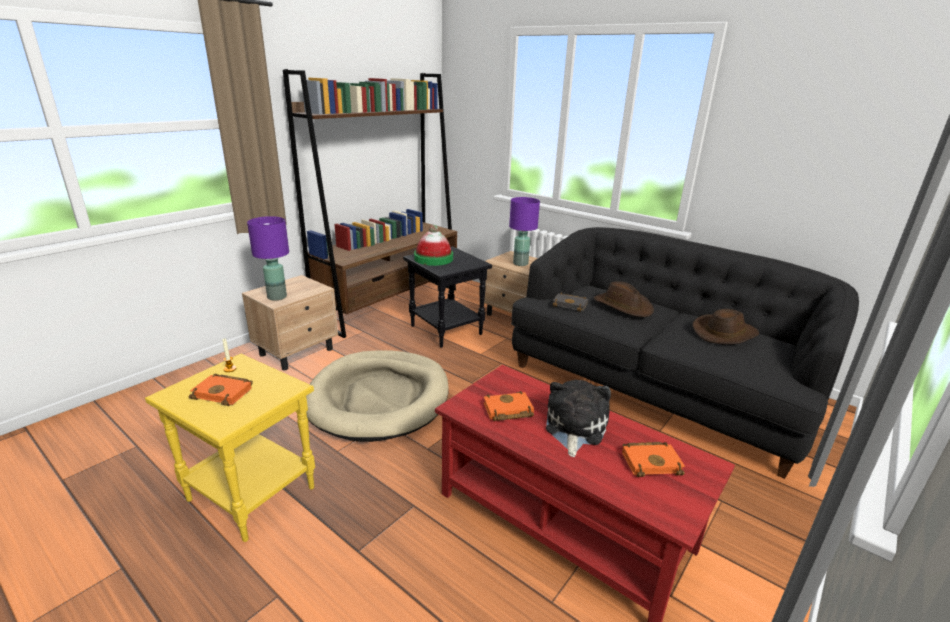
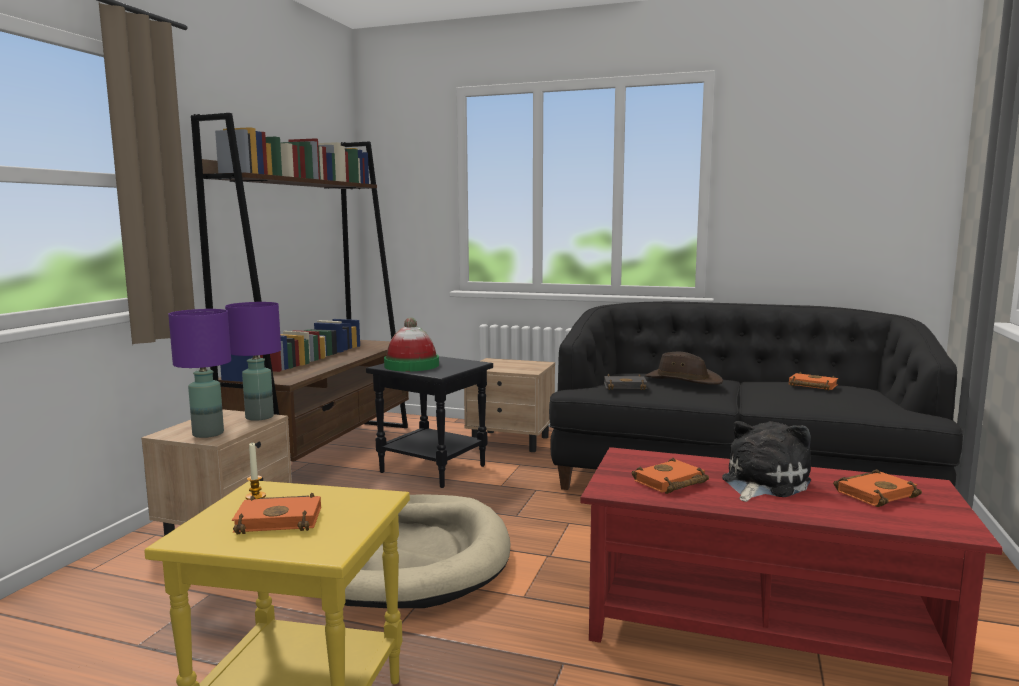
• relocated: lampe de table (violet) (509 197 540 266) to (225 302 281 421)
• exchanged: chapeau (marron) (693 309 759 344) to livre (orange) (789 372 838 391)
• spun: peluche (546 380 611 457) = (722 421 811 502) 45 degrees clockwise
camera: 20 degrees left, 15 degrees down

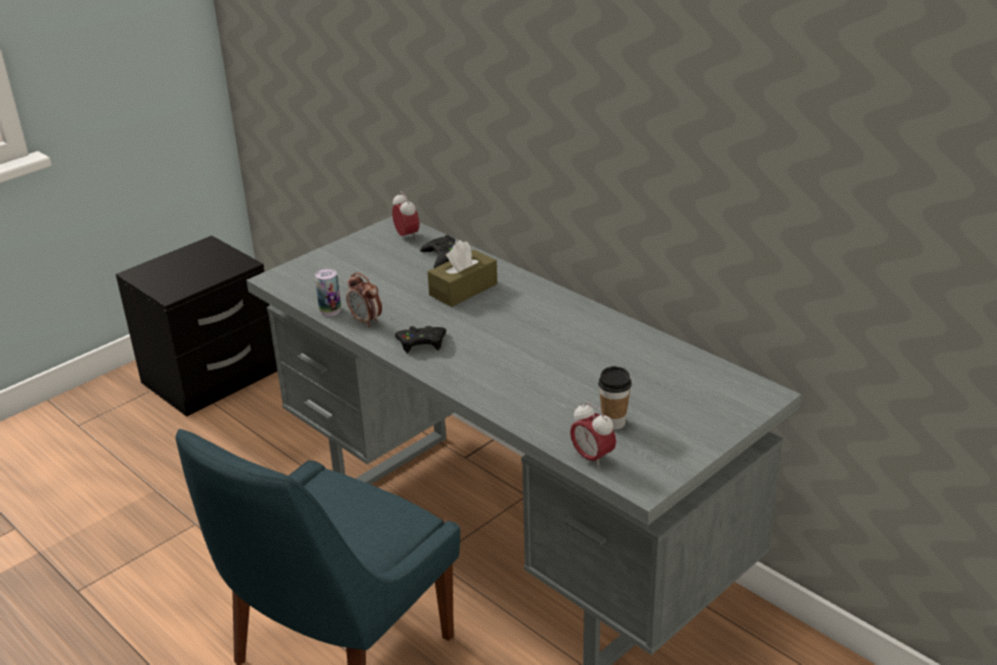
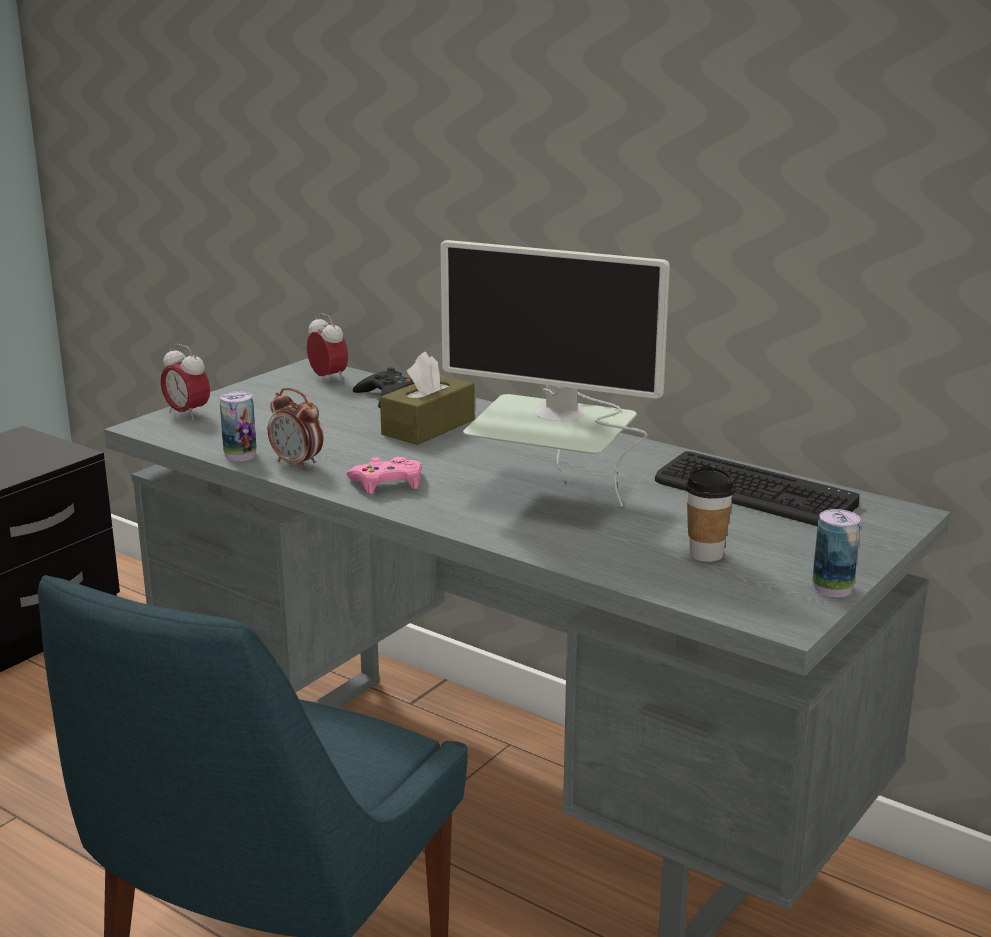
• appeared: écran d'ordinateur (440 240 670 507)
• appeared: clavier (655 451 860 526)
• appeared: boîte métallique (812 509 861 597)
• relocated: réveil (570 402 616 469) to (161 344 210 420)
• colour: manette (noir) (395 326 446 353) to manette (rose) (346 457 422 494)
camera: 10 degrees left, 10 degrees down

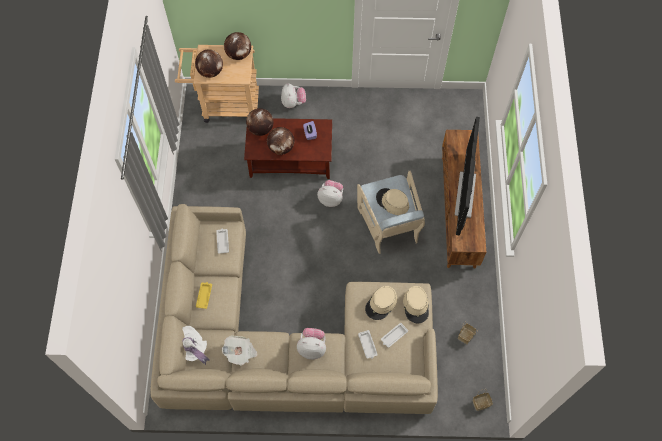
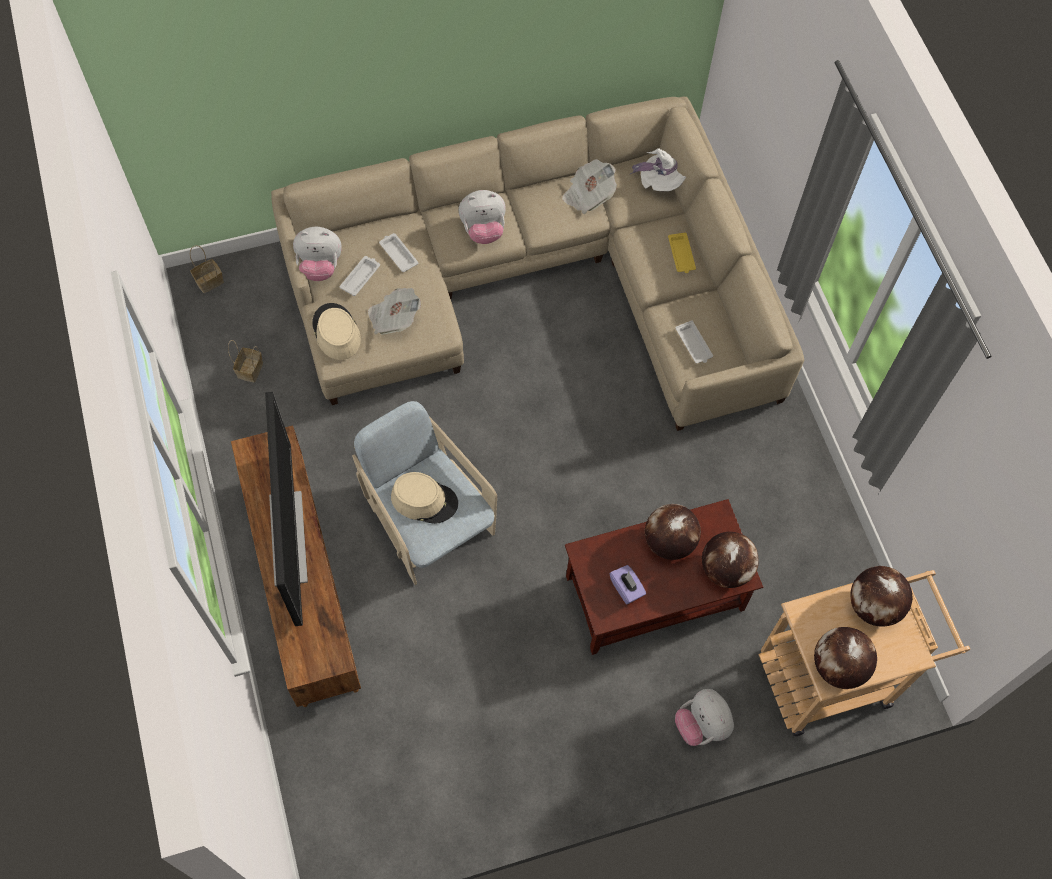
• relocated: peluche (317 180 343 207) to (293 227 342 281)
• exchanged: chapeau (beige) (365 286 397 320) to journal (368 288 421 335)
camera: 160 degrees right, 0 degrees up

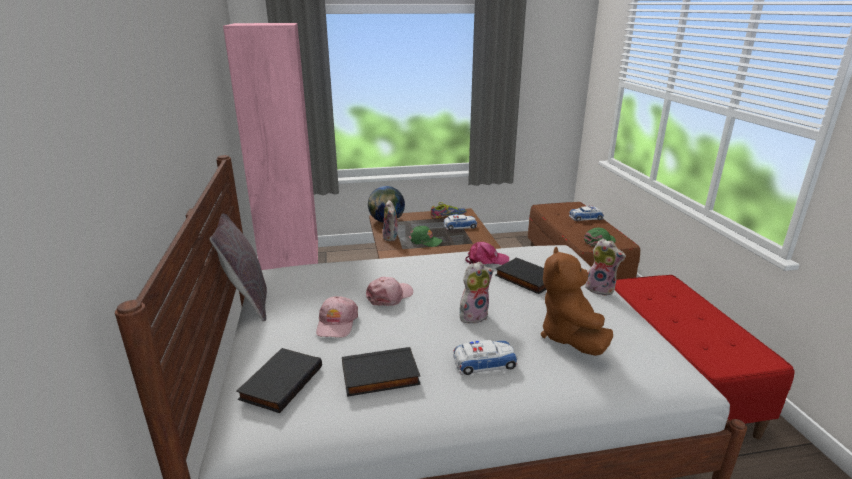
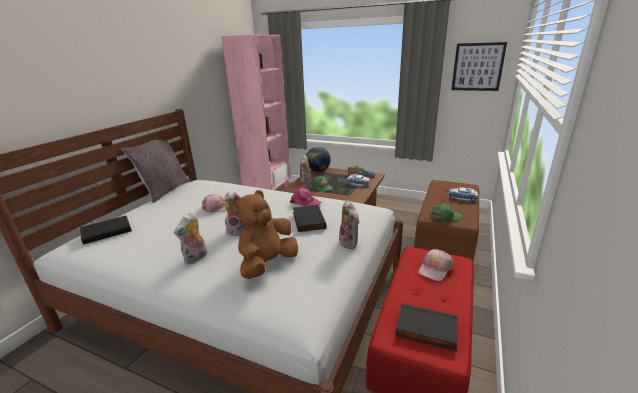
• appeared: tableau (451 42 507 91)
• relocated: casquette (rose) (316 296 358 338) to (419 249 454 281)
• relocated: livre (noir) (342 347 421 397) to (395 303 458 351)
• exchanged: petite voiture (453 340 518 375) to peluche (174 212 207 264)
camera: 35 degrees right, 0 degrees up

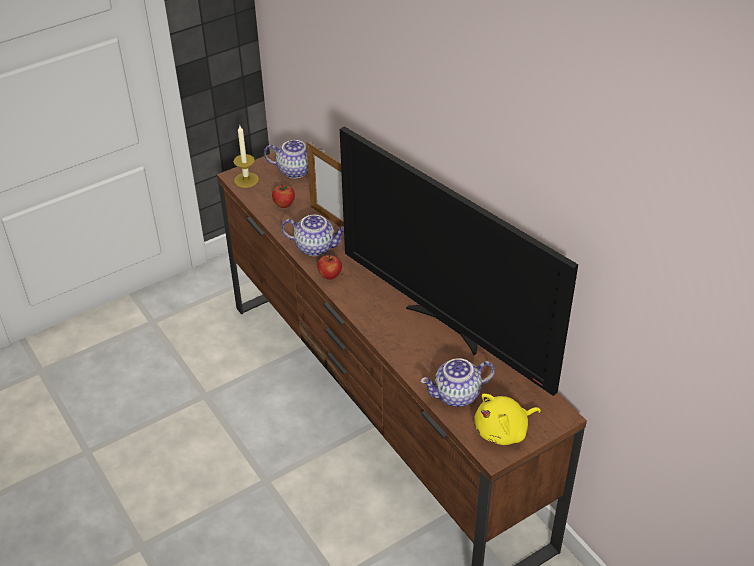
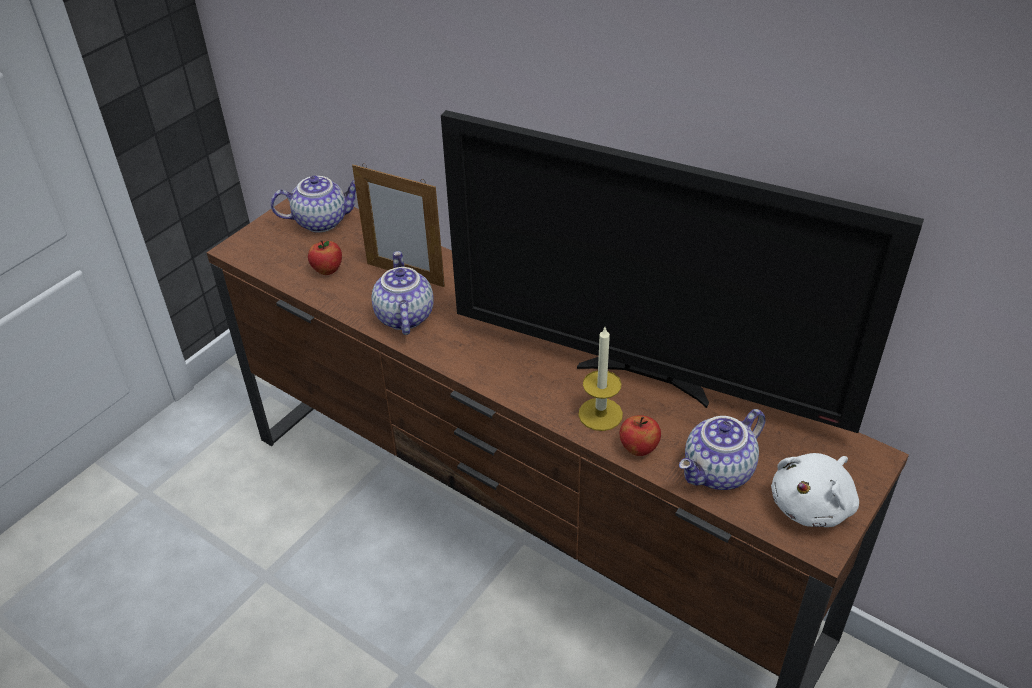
• relocated: bougie (233 126 259 188) to (578 327 623 431)
• relocated: pomme (317 255 342 280) to (619 415 661 456)
• colour: peluche (jaune) (474 394 541 445) to peluche (blanc) (771 453 859 527)
• spun: théière (281 215 344 256) = (371 251 434 335) 90 degrees counterclockwise
camera: 20 degrees left, 0 degrees up

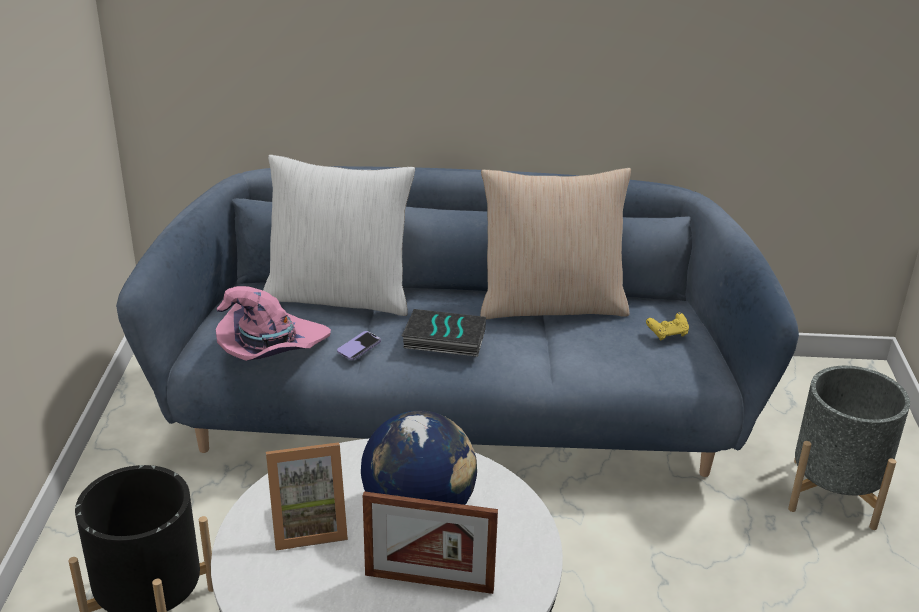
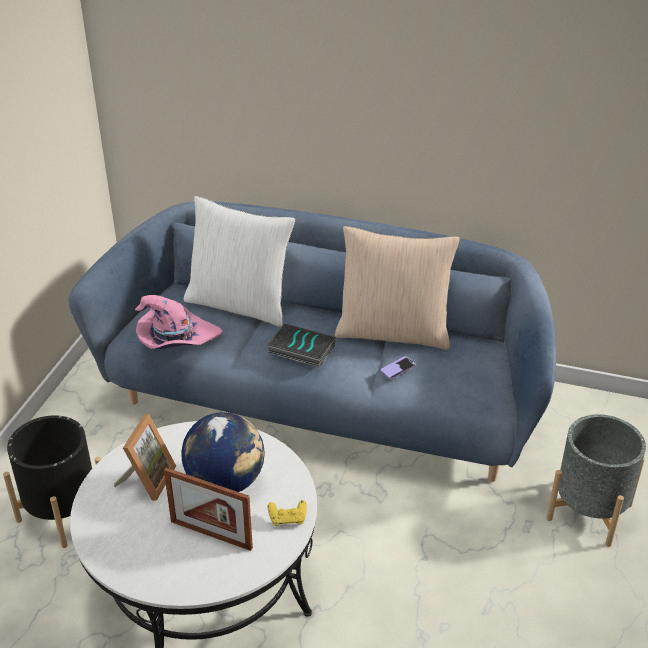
• relocated: téléphone (337 331 381 360) to (381 356 416 380)
• relocated: manette (jaune) (646 313 689 341) to (268 500 307 526)
• spun: cadre photo (266 442 348 551) = (114 414 176 501) 75 degrees counterclockwise
camera: 15 degrees right, 5 degrees up

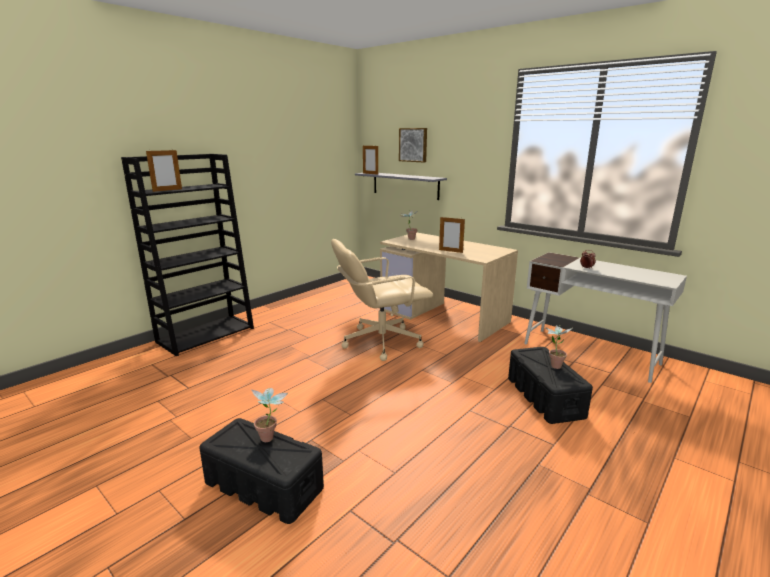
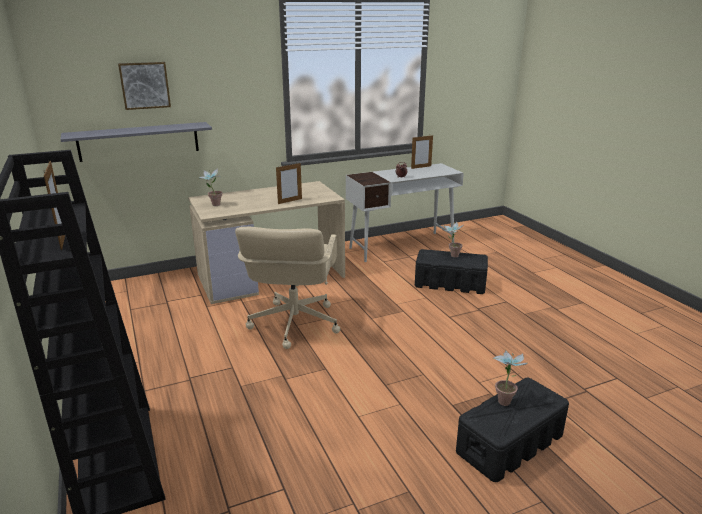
• relocated: cadre photo (363 145 378 175) to (411 135 433 169)
camera: 65 degrees left, 5 degrees up

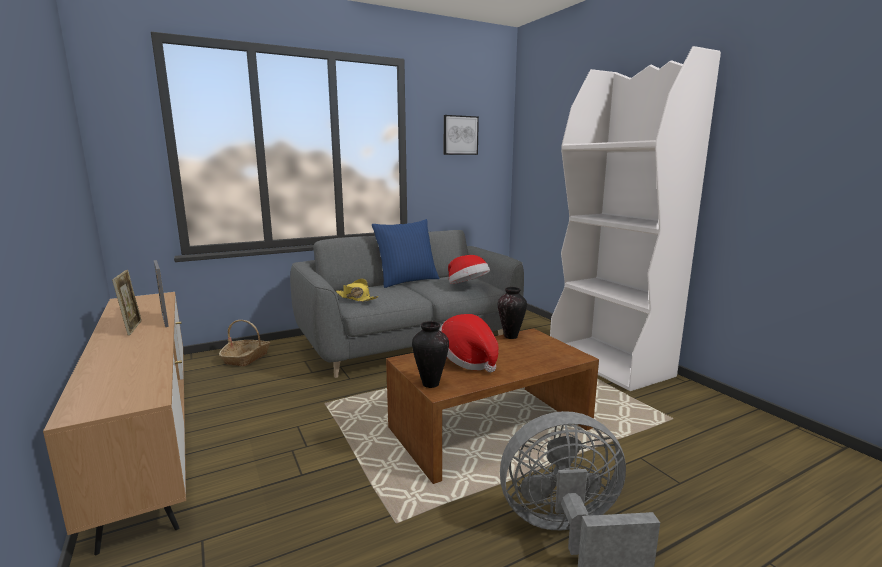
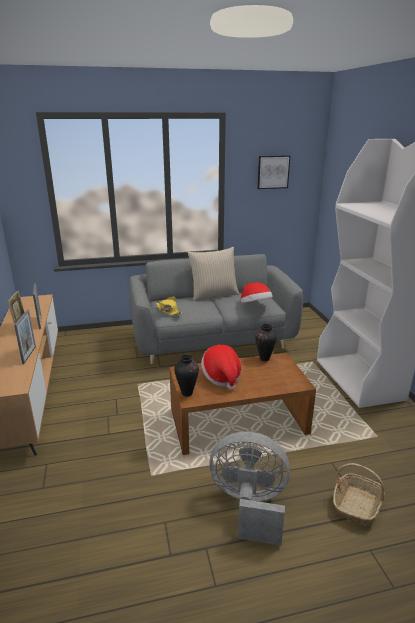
• appeared: cadre photo (14 310 36 364)
• relocated: panier (219 320 271 367) to (333 463 385 527)
• colour: coussin (bleu) (372 219 440 288) to coussin (beige) (188 247 240 301)
camera: 15 degrees right, 10 degrees up

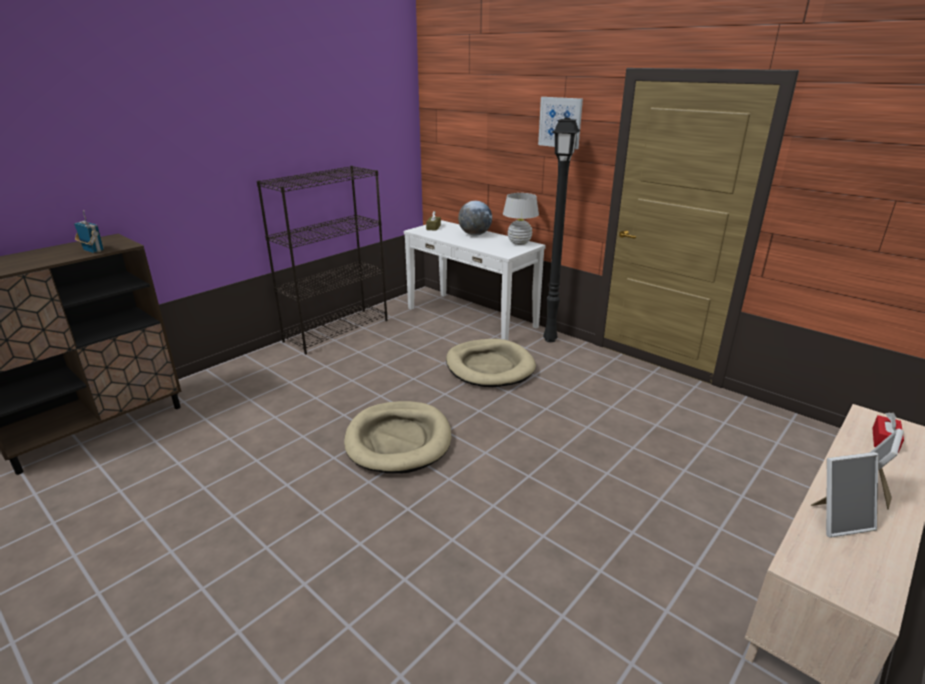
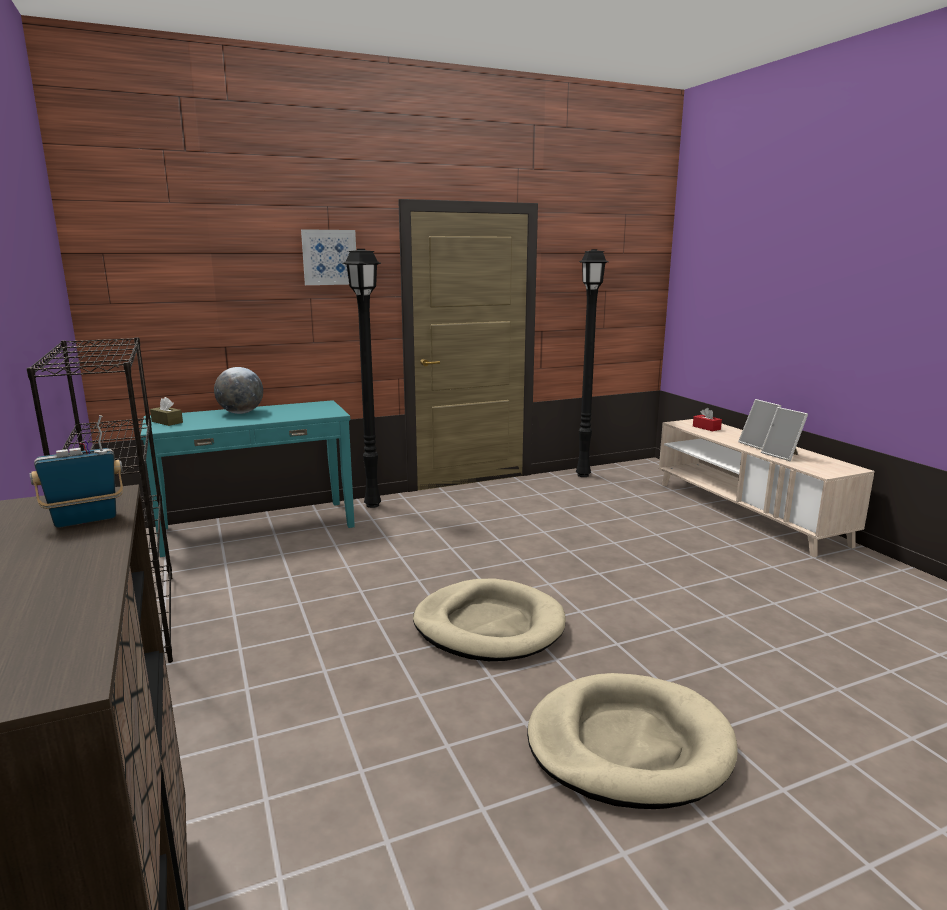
• missing: lampe de table (blanc) (503 193 539 245)
• appeared: lampadaire (noir) (576 249 608 477)
• relocated: panier pour chien (beige) (446 339 536 387) to (527 673 738 809)
• colour: table console (blanc) (404 220 546 340) to table console (turquoise) (141 400 355 557)
• spun: cadre photo (811 452 878 538) = (761 407 808 461) 135 degrees clockwise
camera: 65 degrees left, 10 degrees down

